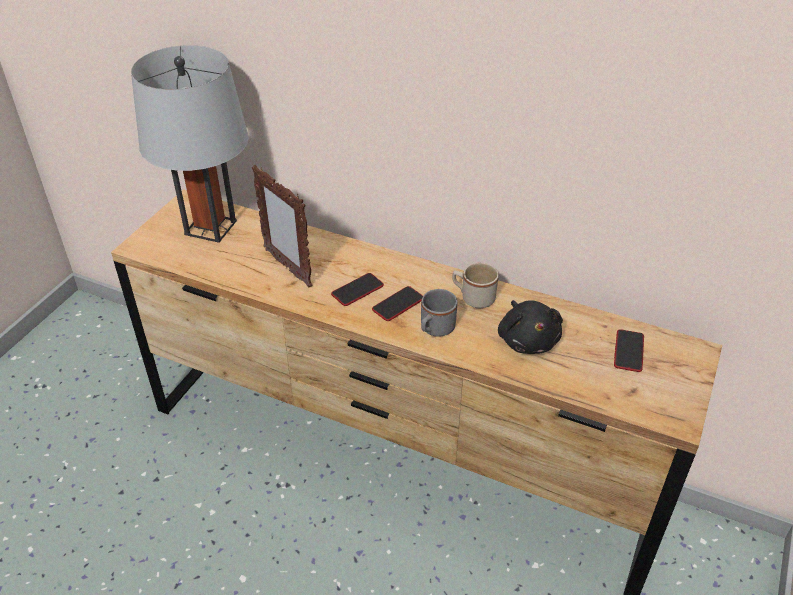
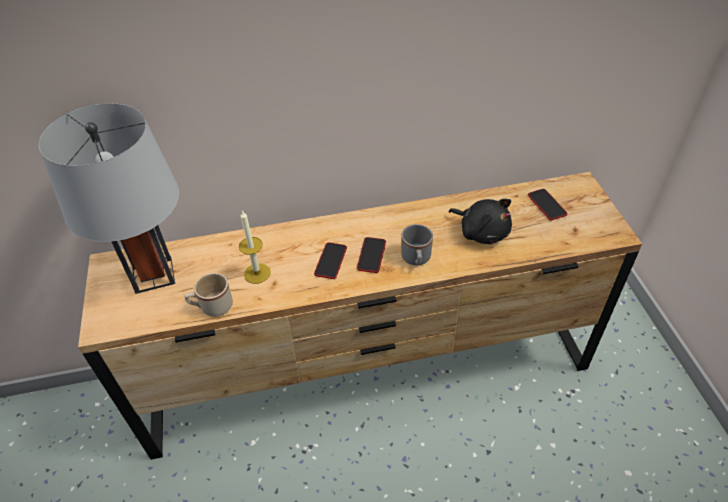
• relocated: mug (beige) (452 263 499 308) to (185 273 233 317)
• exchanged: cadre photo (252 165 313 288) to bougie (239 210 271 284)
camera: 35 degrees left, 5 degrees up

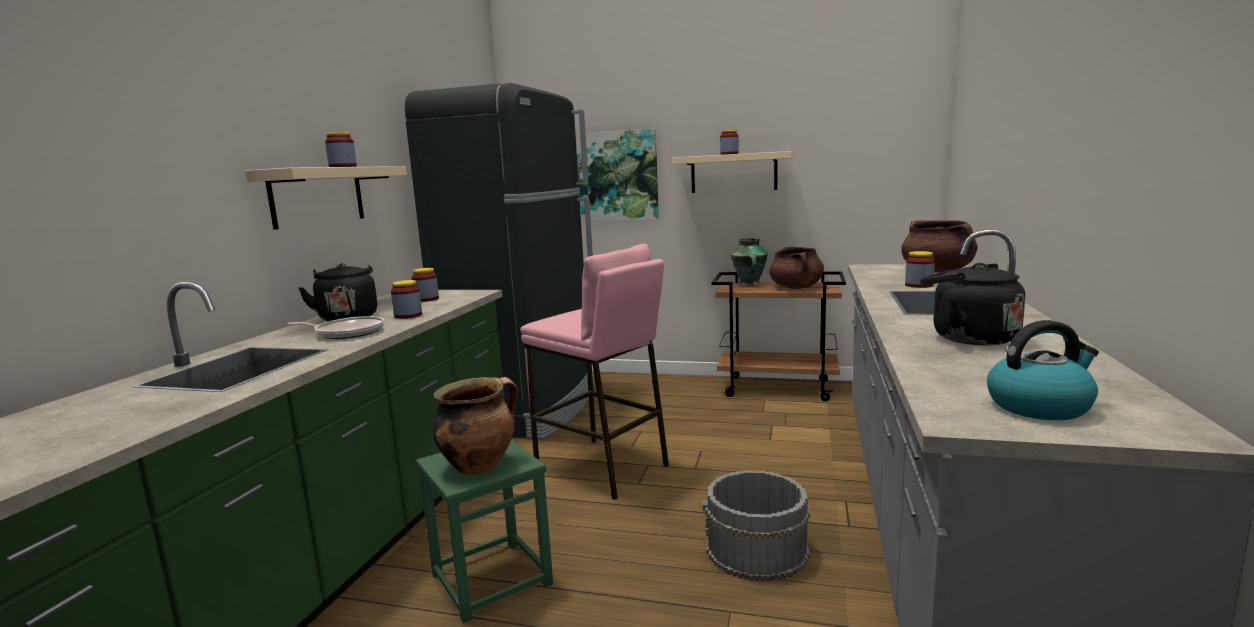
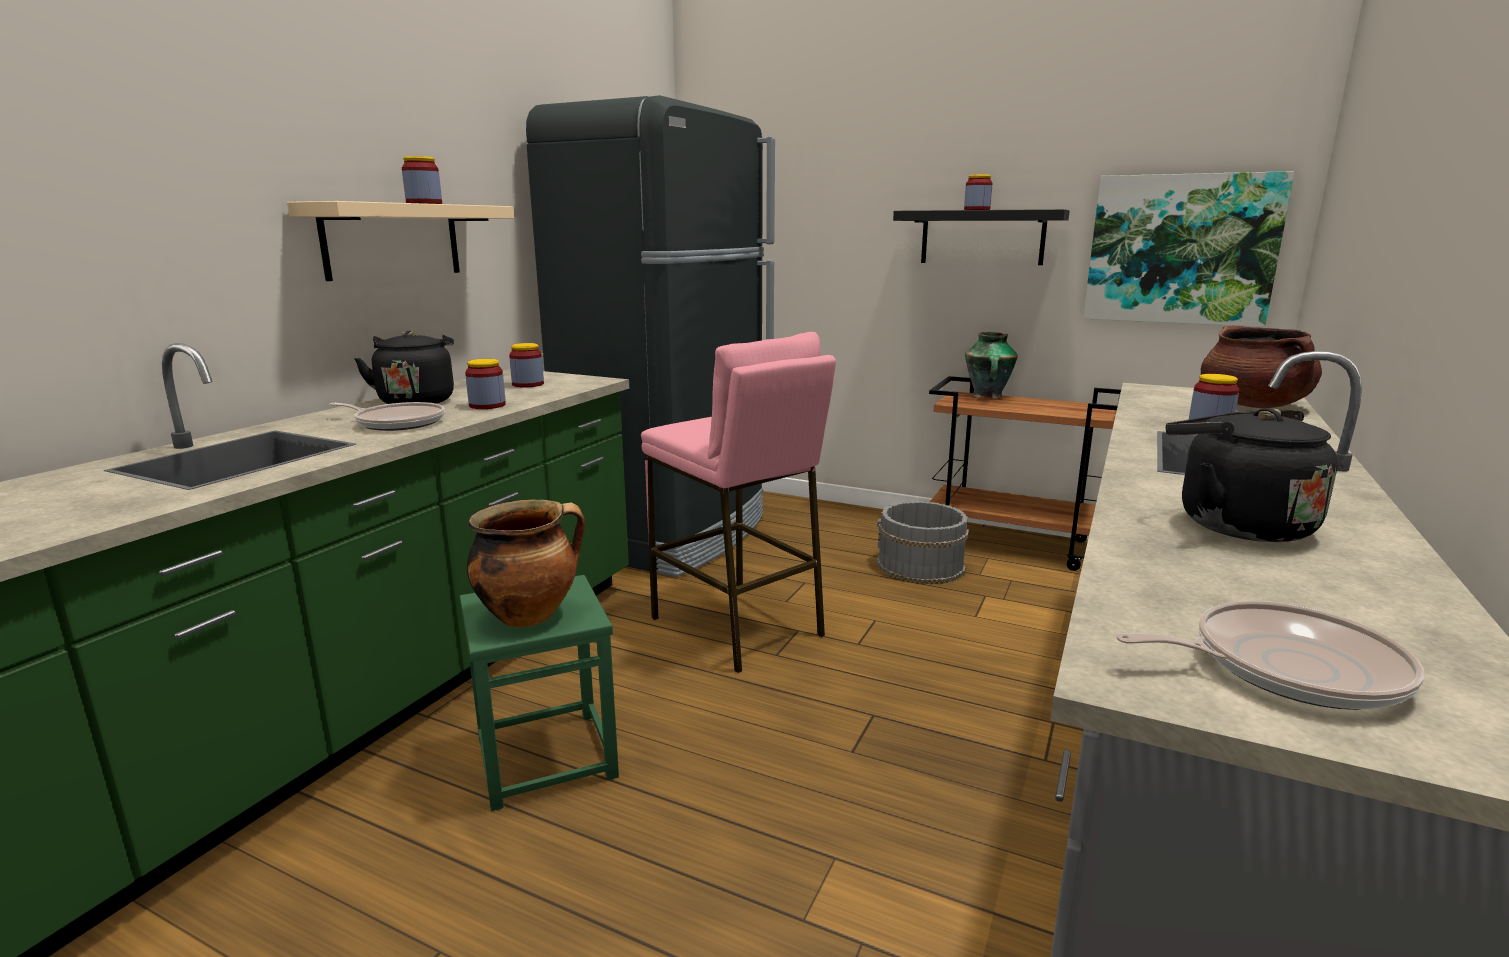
• missing: marmite (marron) (769 247 824 289)
• relocated: tableau (575 128 659 222) to (1083 171 1295 327)
• relocated: seau (gris) (703 470 810 582) to (877 501 969 585)
• exchanged: bouilloire (987 320 1099 420) to poêle (1116 601 1424 710)
• colour: étagère (beige) (672 151 792 193) to étagère (noir) (893 209 1070 265)
camera: 10 degrees right, 5 degrees up

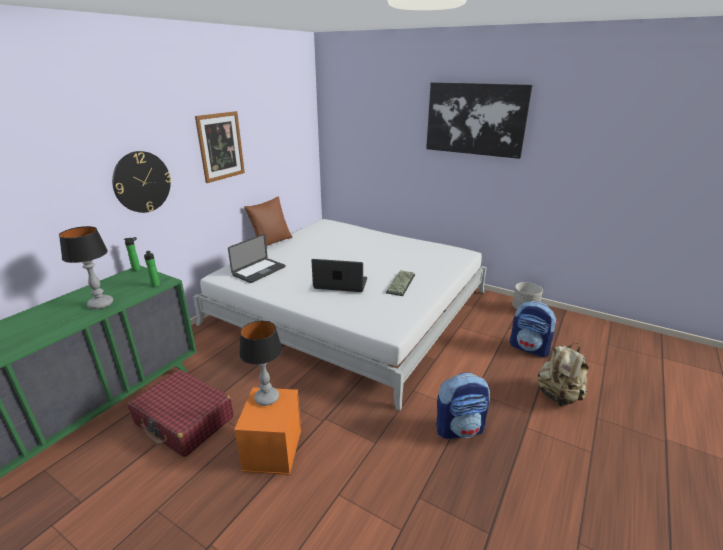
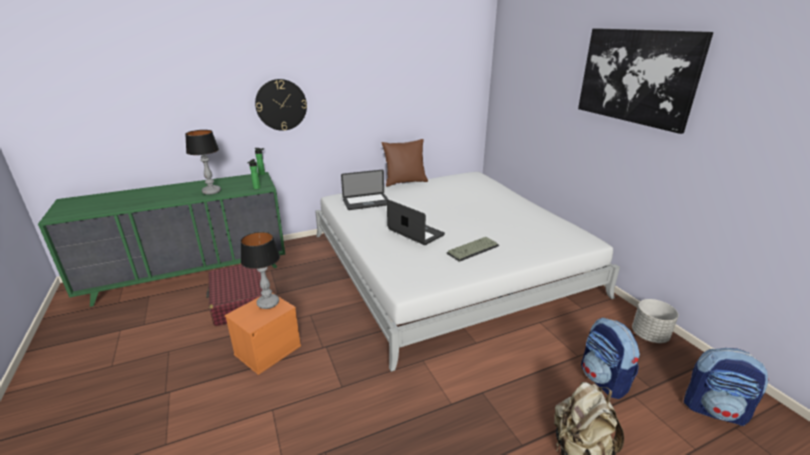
• missing: tableau (195 111 245 183)
• relocated: sac à dos (436 373 490 439) to (684 348 769 426)
camera: 35 degrees right, 0 degrees up

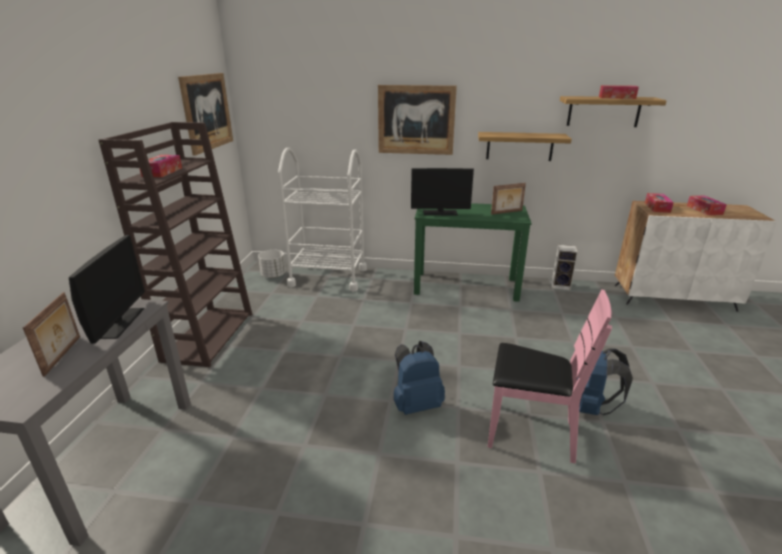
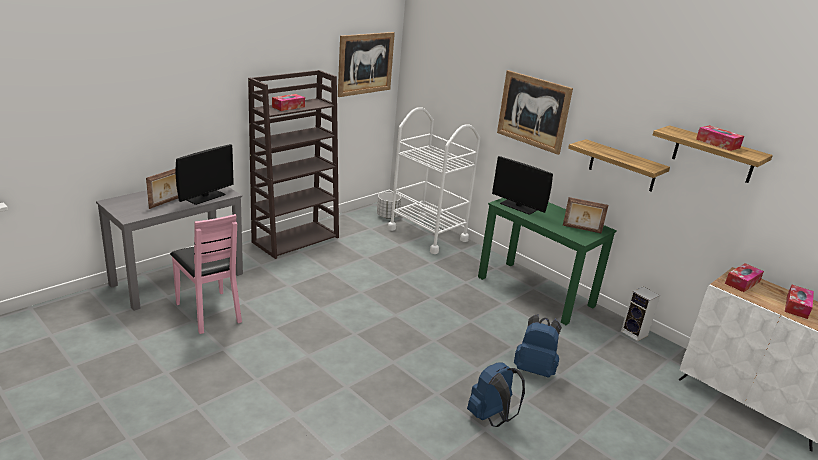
• relocated: sac à dos (bleu) (394 341 445 415) to (514 314 562 378)
• relocated: chaise (rose) (488 289 612 464) to (170 214 242 334)
camera: 35 degrees right, 0 degrees up

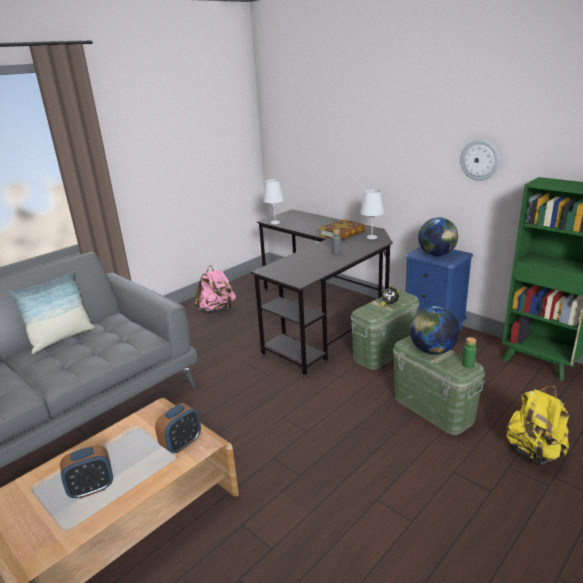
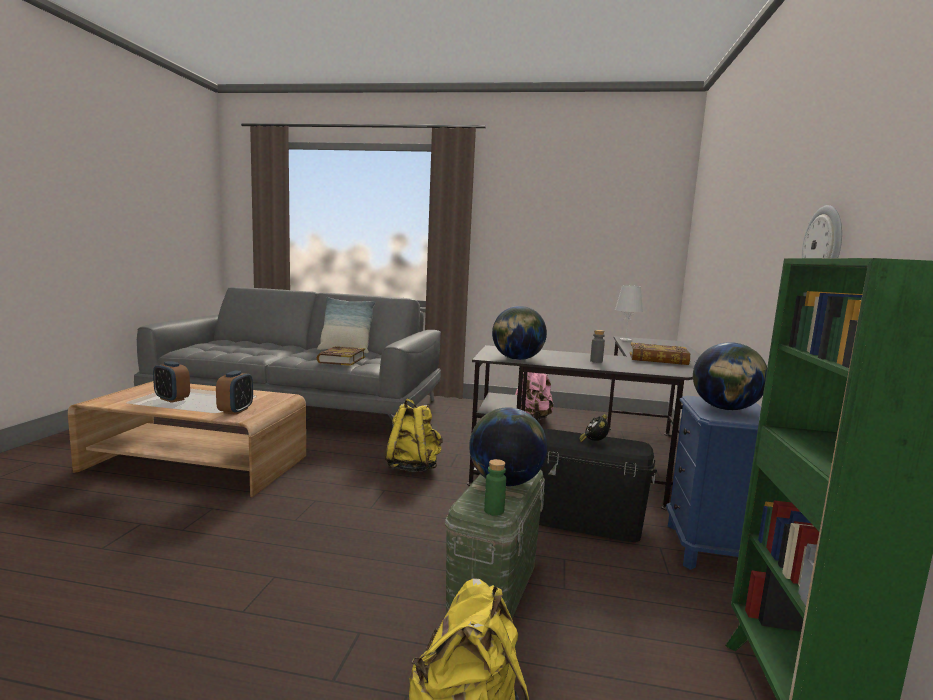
• missing: lampe de table (blanc) (360 189 384 239)
• appeared: livre (317 346 365 366)
• appeared: sac à dos (jaune) (385 399 442 472)
• appeared: globe (492 306 547 360)
• colour: boîte de rangement (vert) (351 290 419 370) to boîte de rangement (noir) (539 429 657 542)
• spun: réveil (155 403 201 454) = (216 371 253 415) 90 degrees counterclockwise
camera: 55 degrees right, 15 degrees down

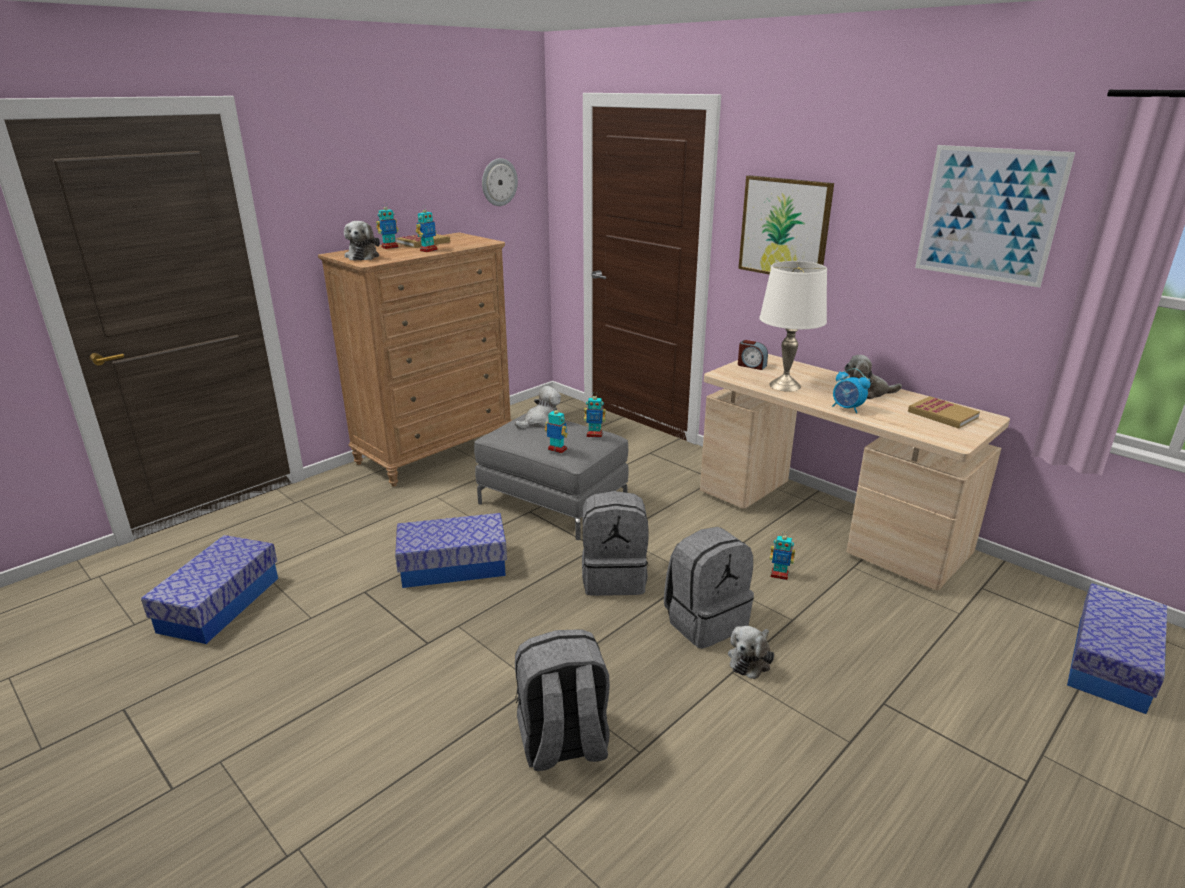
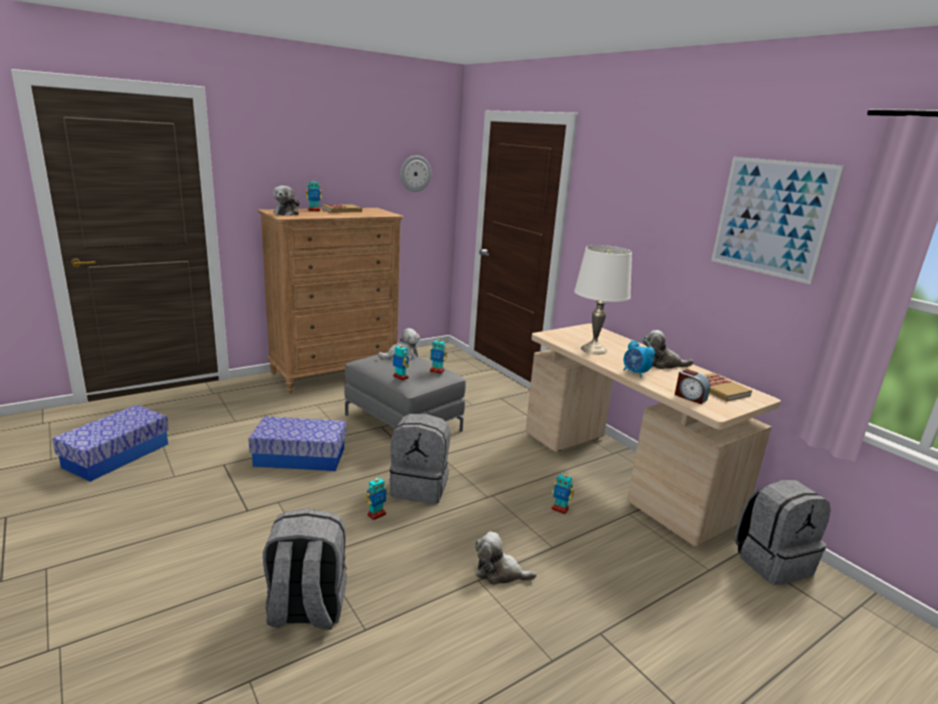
• missing: tableau (738 175 834 275)
• missing: boîte de rangement (1067 583 1167 714)
• relocated: robot jouet (416 205 438 252) to (365 478 387 520)
• relocated: sac à dos (gris) (664 527 754 649) to (735 480 831 585)
• relocated: réveil (738 340 768 370) to (675 369 710 404)
• spun: peluche (728 626 774 679) = (475 532 537 585) 60 degrees clockwise
camera: 10 degrees right, 5 degrees down

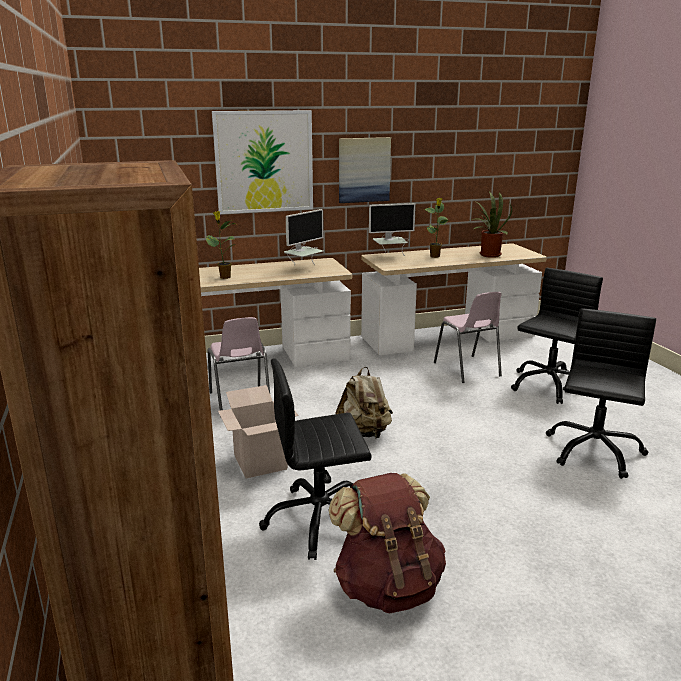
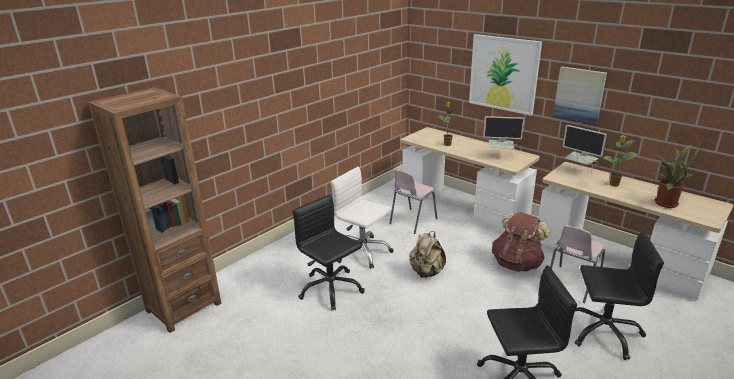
• relocated: sac à dos (marron) (329 473 446 613) to (492 212 550 272)
• exchanged: carton (218 385 299 478) to chaise de bureau (blanc) (331 167 393 269)
camera: 60 degrees right, 5 degrees up

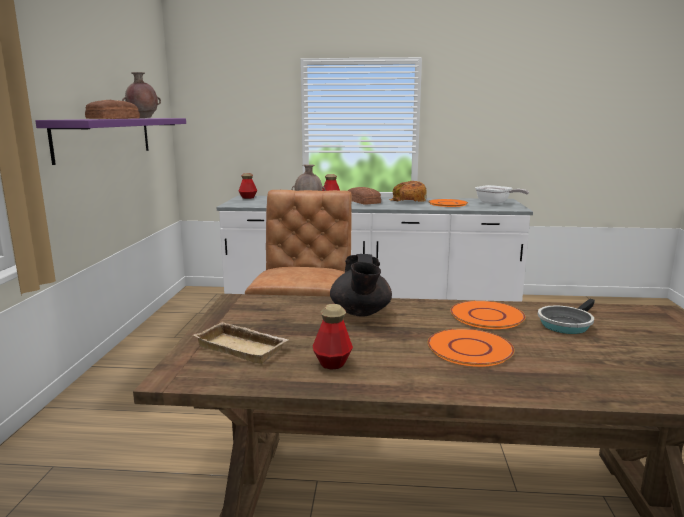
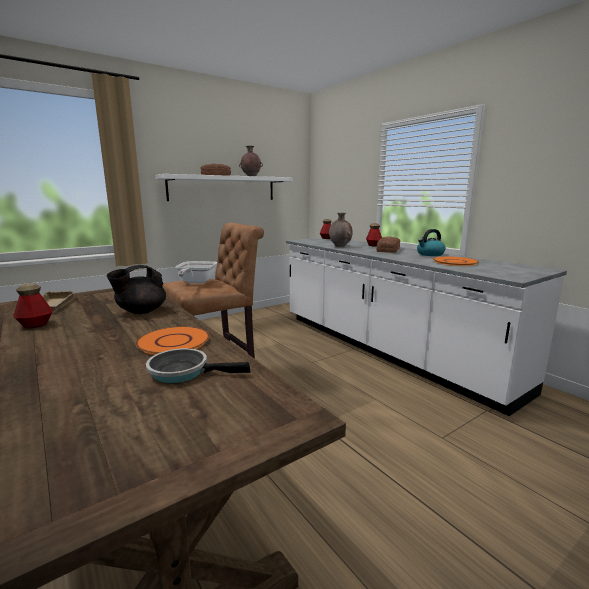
• missing: assiette (orange) (427 328 515 367)
• relocated: poêle (475 185 529 204) to (176 261 217 283)
• exchanged: pain (389 181 427 202) to bouilloire (417 229 445 256)
• colour: étagère (violet) (35 118 186 165) to étagère (blanc) (155 174 293 201)
camera: 50 degrees right, 0 degrees up

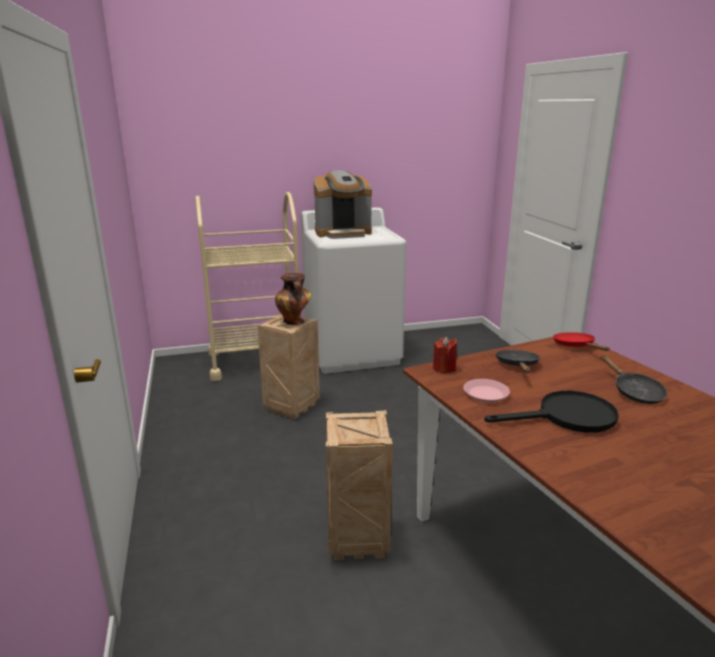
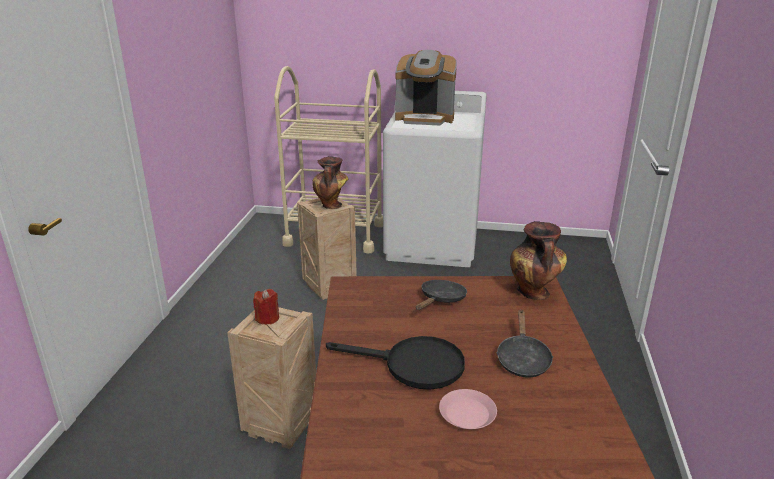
• relocated: bougie (rouge) (433 337 457 373) to (253 289 279 325)
• relocated: assiette (rose) (463 379 510 403) to (439 389 497 429)
• exchanged: poêle (rouge) (553 332 610 351) to vase (510 221 567 300)
camera: 25 degrees right, 5 degrees up

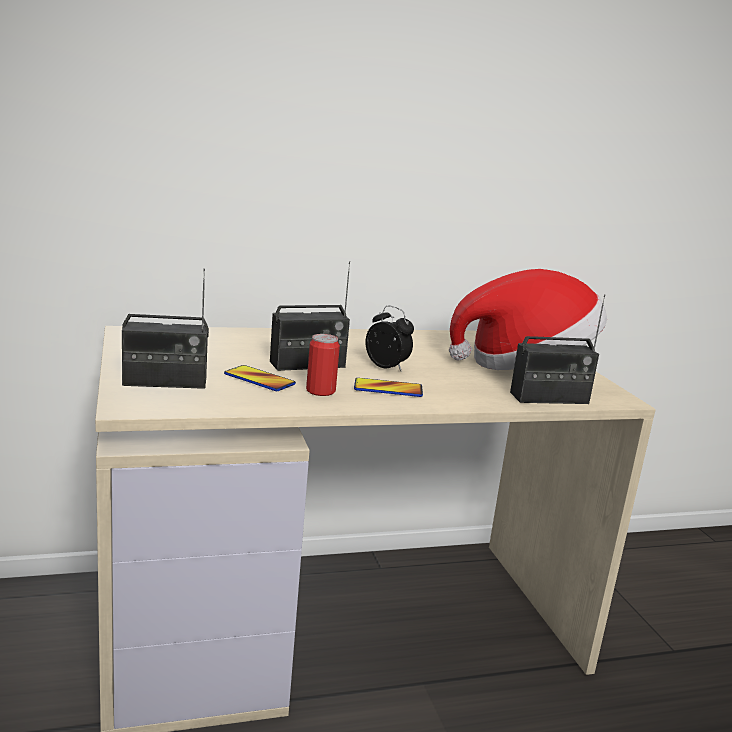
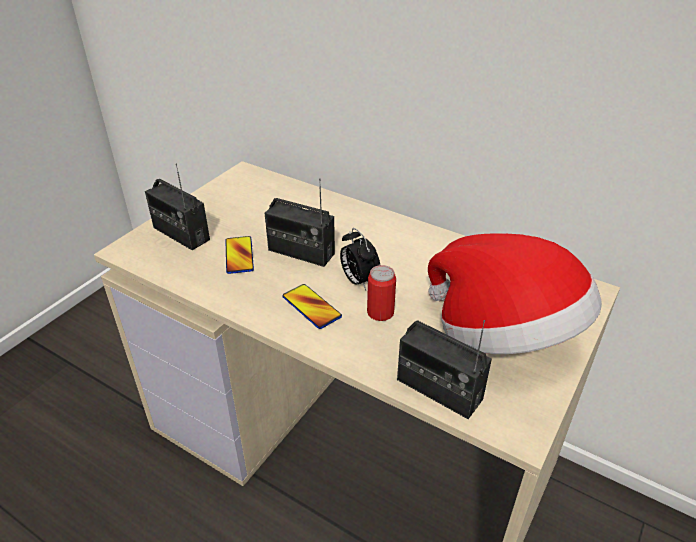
• relocated: boîte métallique (306 334 340 396) to (367 265 396 321)
• spun: réveil (365 306 414 372) = (340 228 380 290) 150 degrees clockwise
camera: 50 degrees right, 20 degrees up

